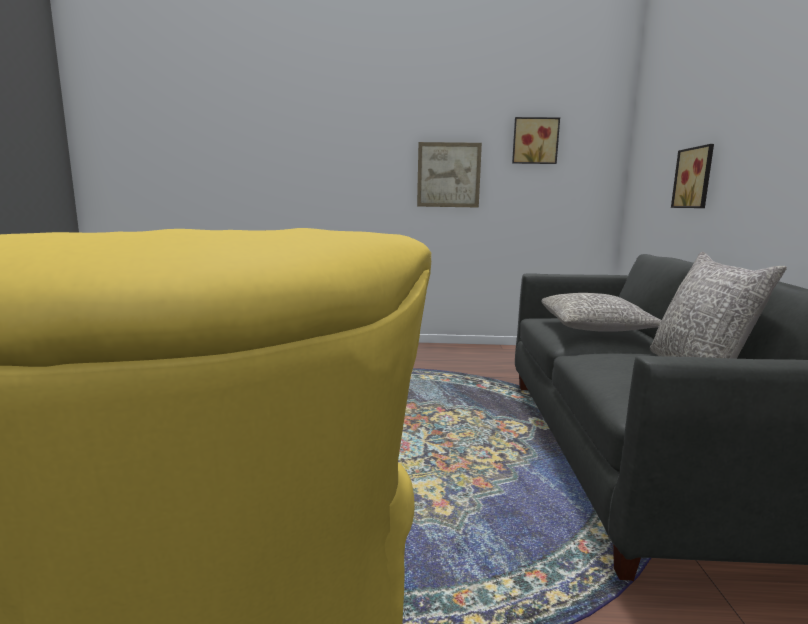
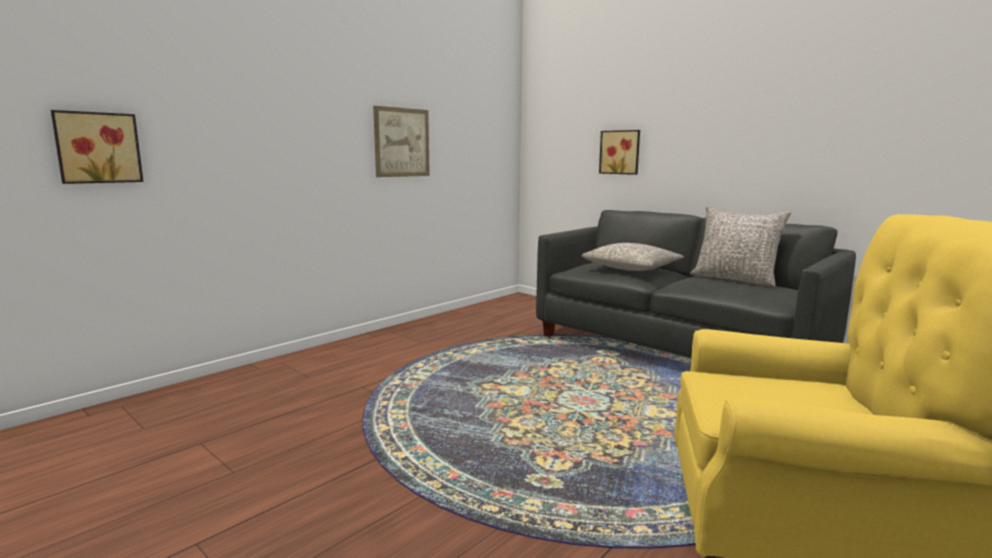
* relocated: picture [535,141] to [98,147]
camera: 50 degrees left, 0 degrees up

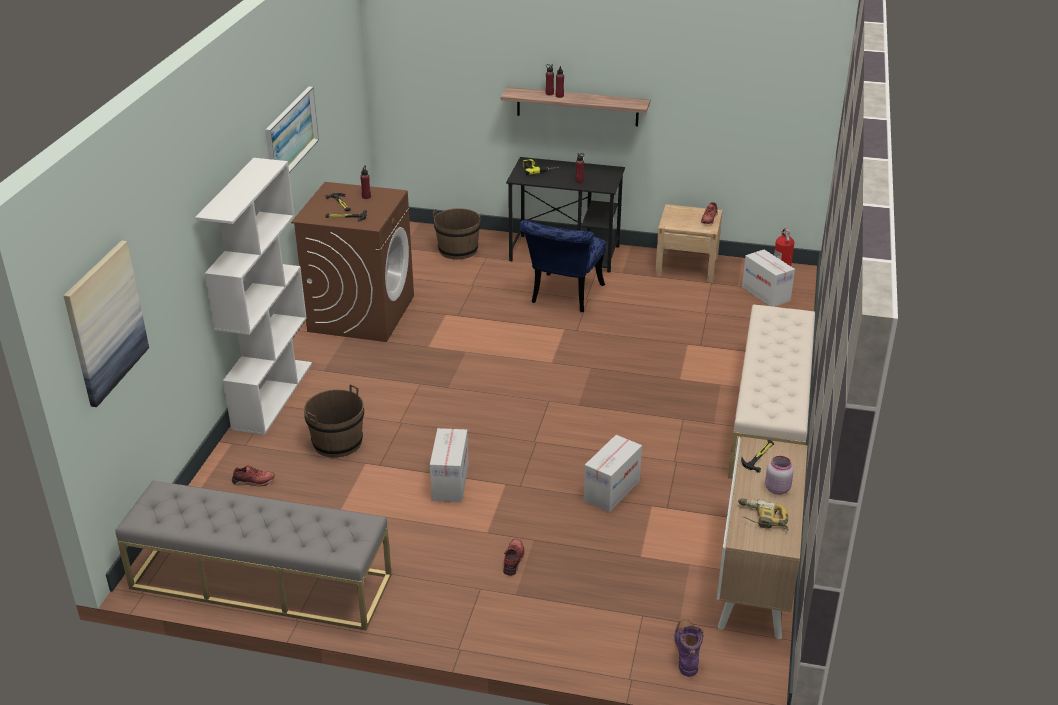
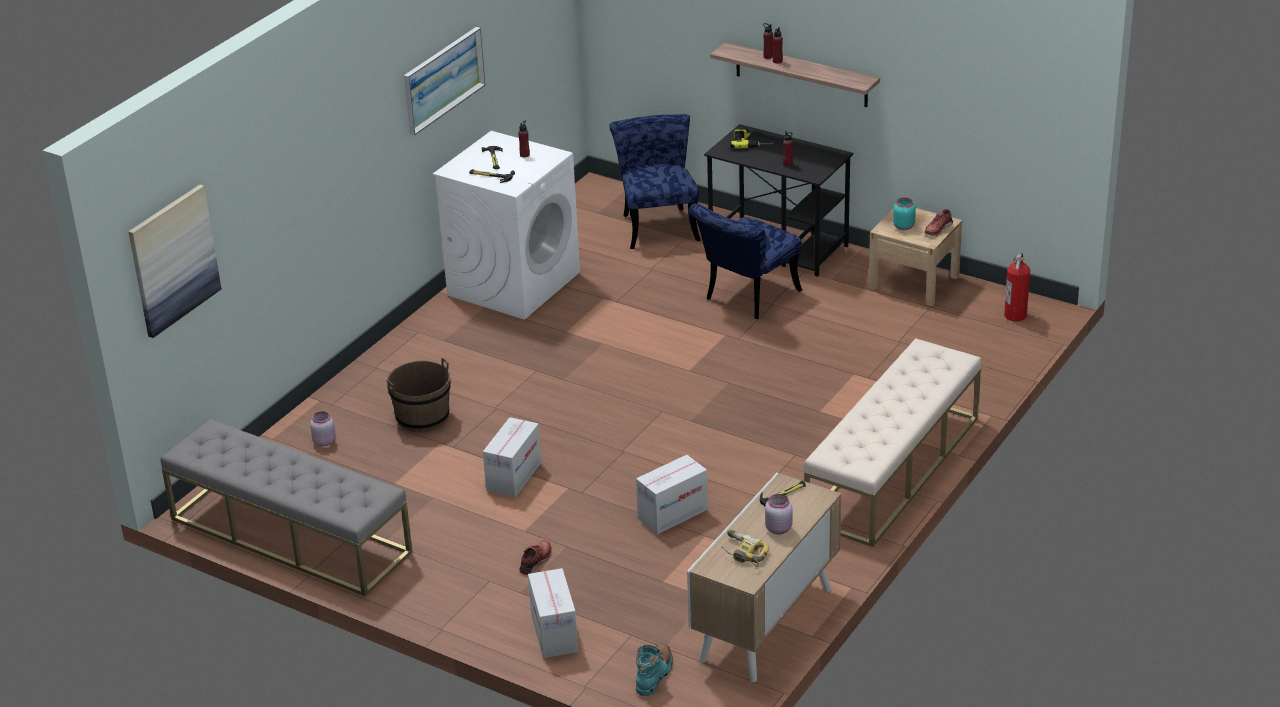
* missing: white bookcase [272,395]
* colour: brown washing machine [361,313] to white washing machine [514,283]
* exchanged: brown bucket [458,250] to blue chair [658,224]
* relocated: cardboard box [766,294] to [554,633]
* exchanged: red shoe [253,481] to pink jar [324,441]
* colour: purple boot [687,652] to turquoise boot [654,675]
* appeared: turquoise jar [904,226]
camera: 20 degrees right, 0 degrees up

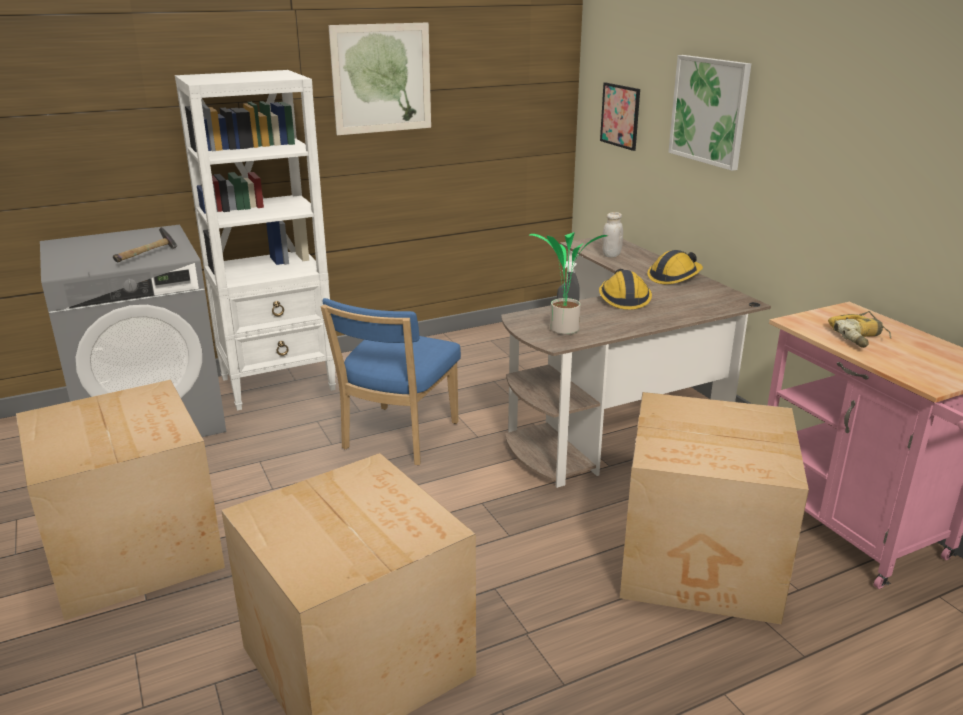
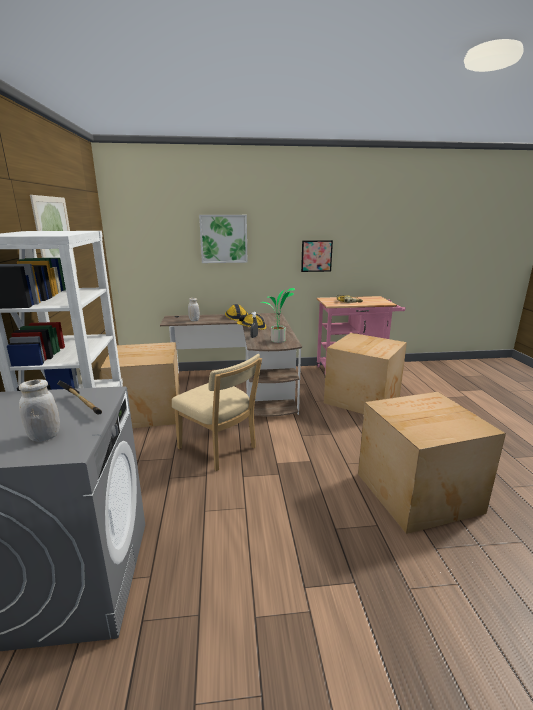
* relocated: picture [620,116] to [316,256]
* colour: blue chair [397,438] to beige chair [219,449]
* relocated: cardboard box [136,548] to [147,411]
* appeared: white jar [44,436]
camera: 70 degrees left, 5 degrees down

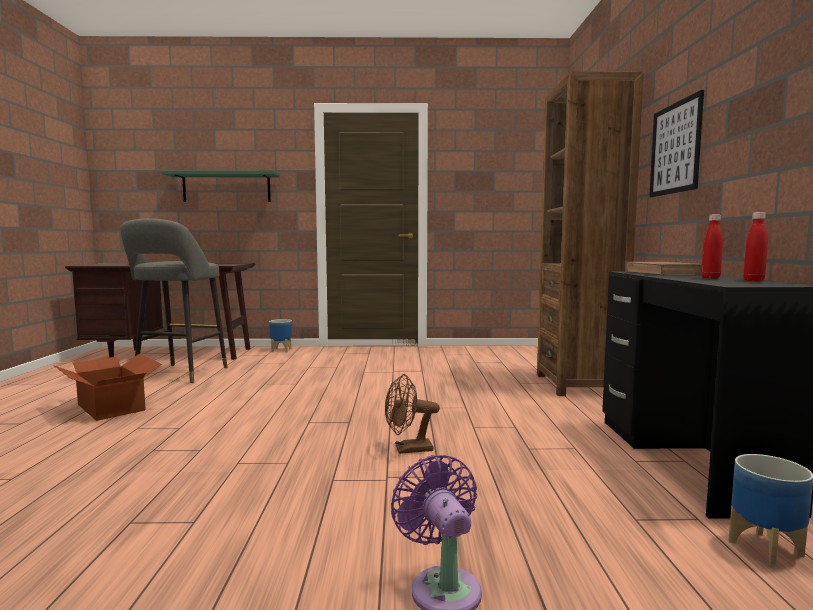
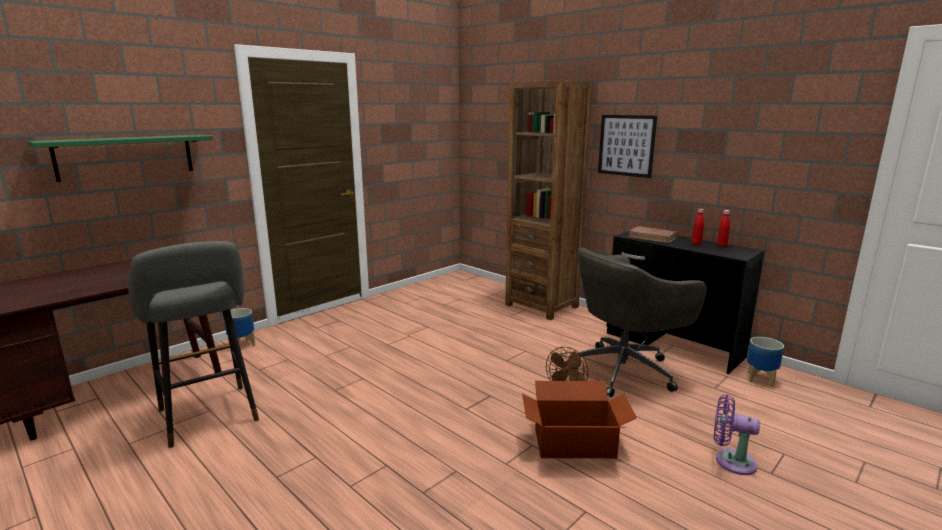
* relocated: cardboard box [111,407] to [573,443]
* appeared: grey office chair [624,370]
camera: 45 degrees left, 10 degrees up

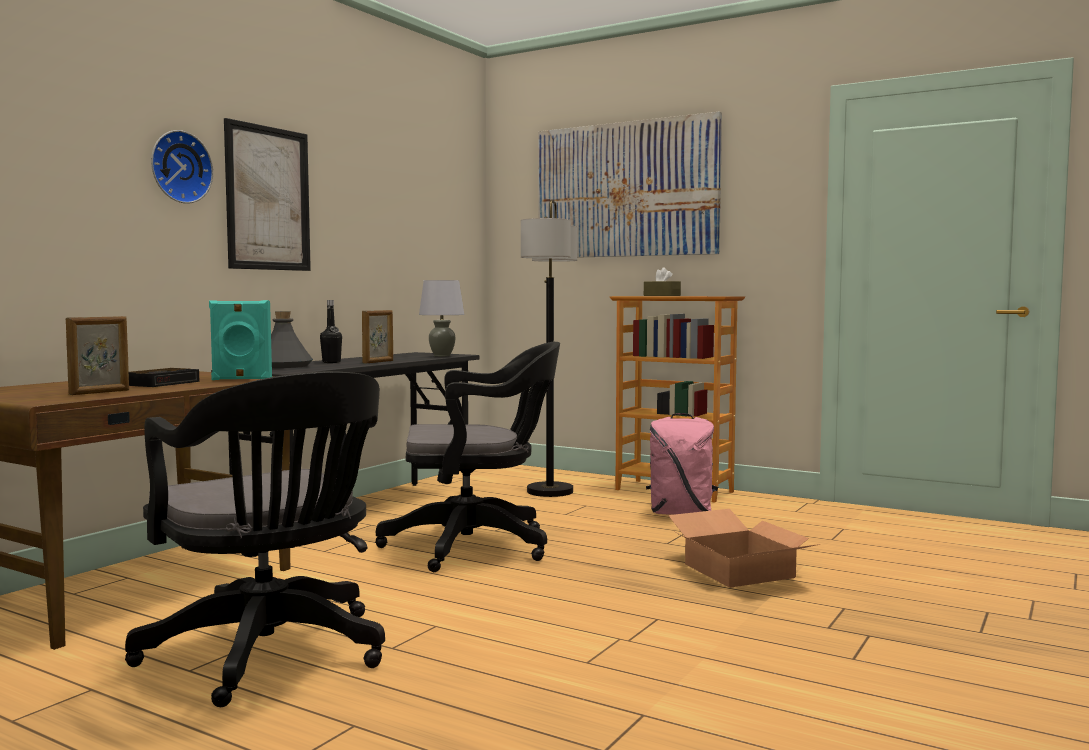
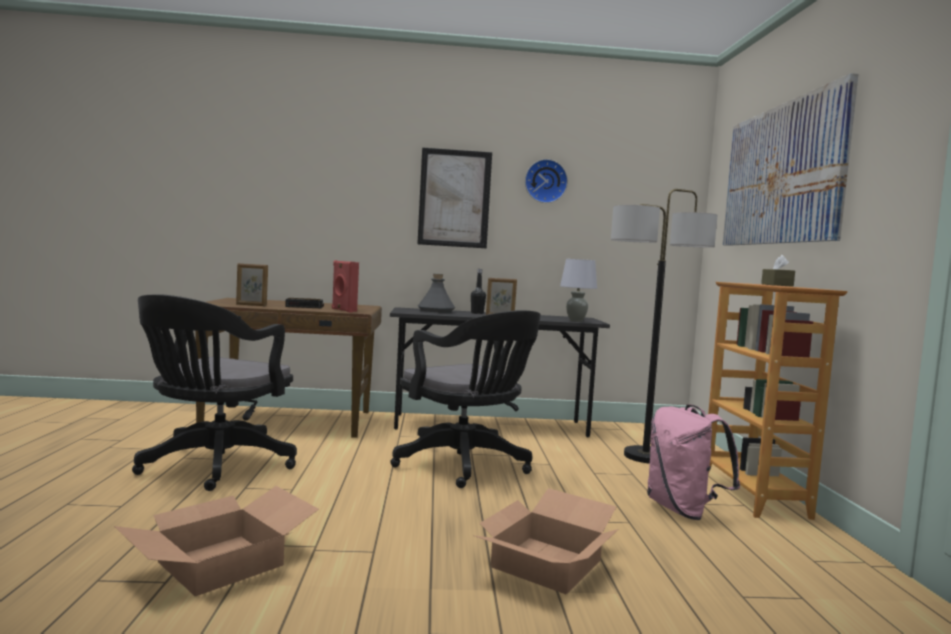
* relocated: wall clock [179,167] to [545,181]
* colour: turquoise speaker [241,379] to red speaker [343,310]
* appeared: cardboard box [221,562]
camera: 55 degrees right, 0 degrees up

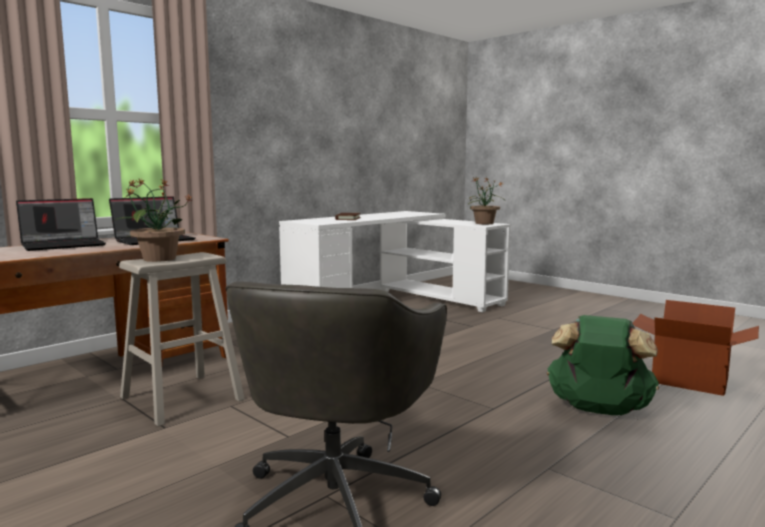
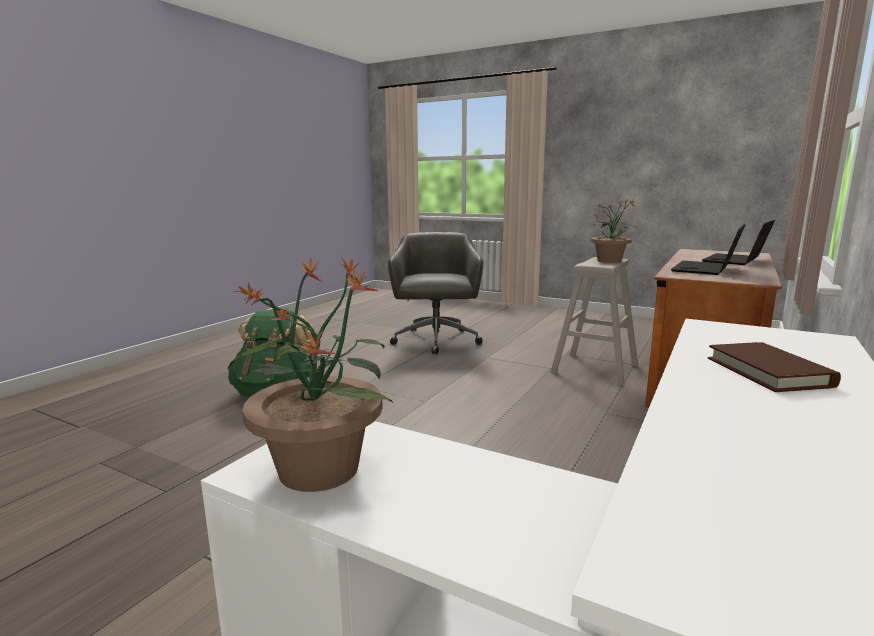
* missing: cardboard box [689,381]
camera: 165 degrees right, 5 degrees up

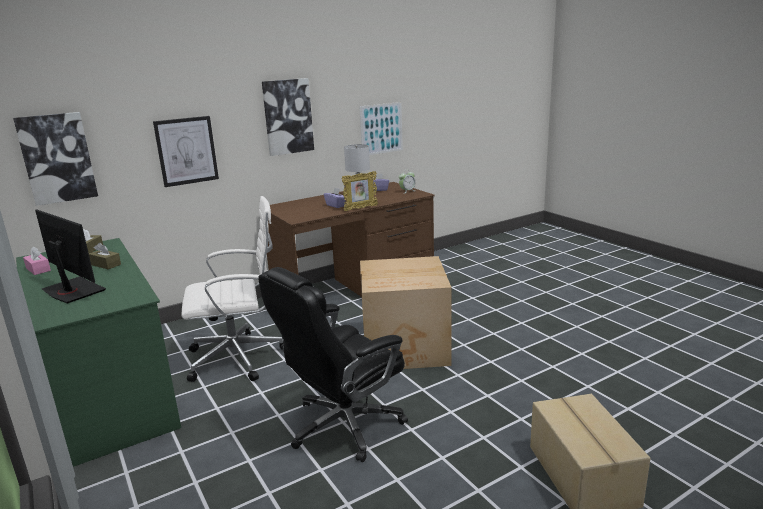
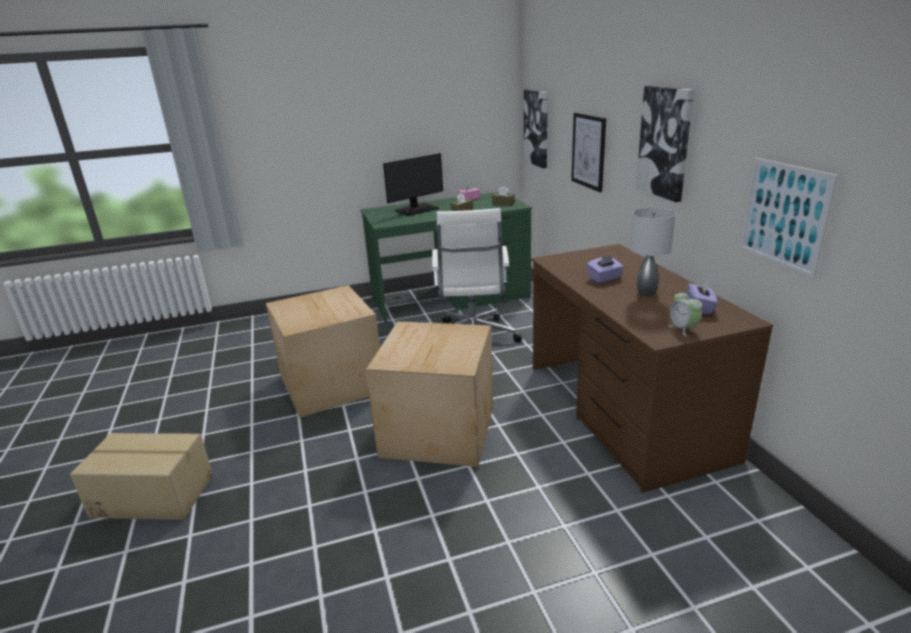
* missing: picture frame [360,208]
* exchanged: black office chair [343,425] to cardboard box [332,383]
camera: 105 degrees right, 5 degrees up

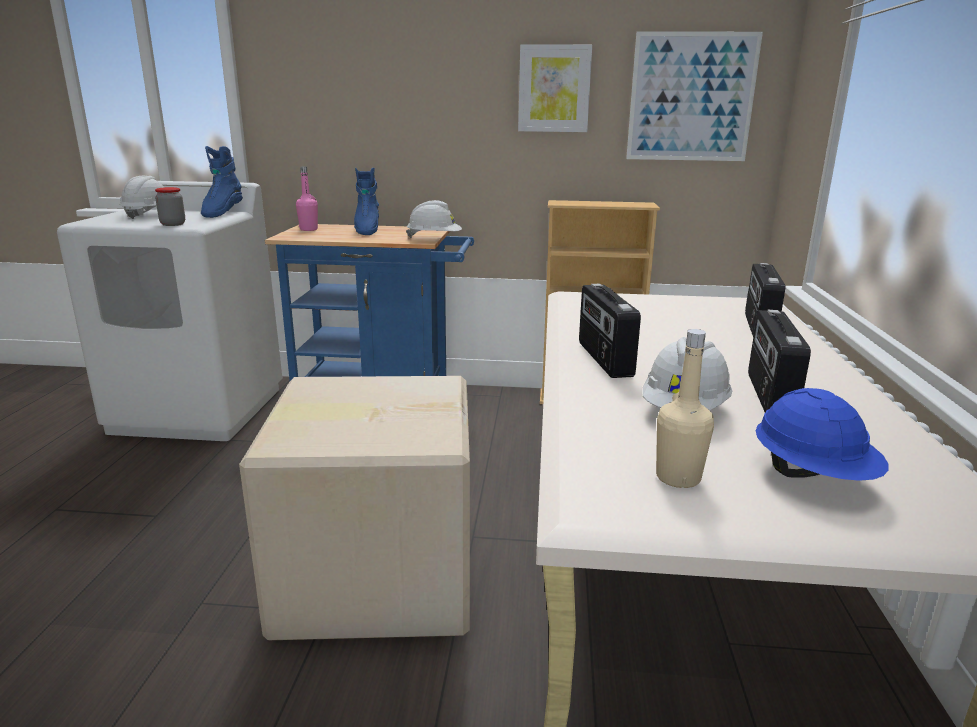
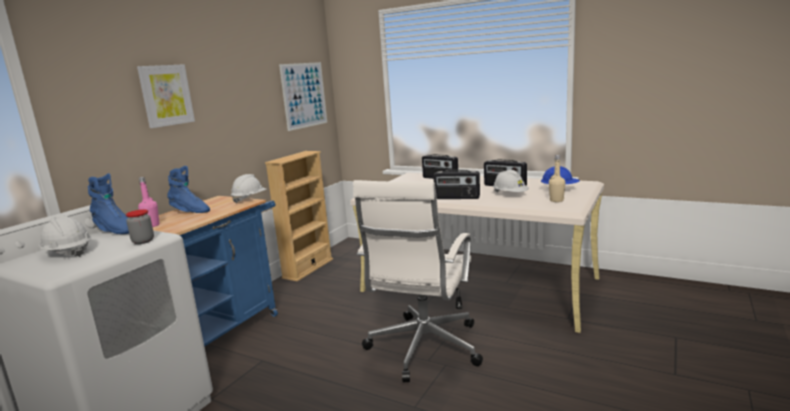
* relocated: picture [554,89] to [166,95]
* exchanged: cardboard box [374,574] to white office chair [423,348]
camera: 65 degrees left, 5 degrees down

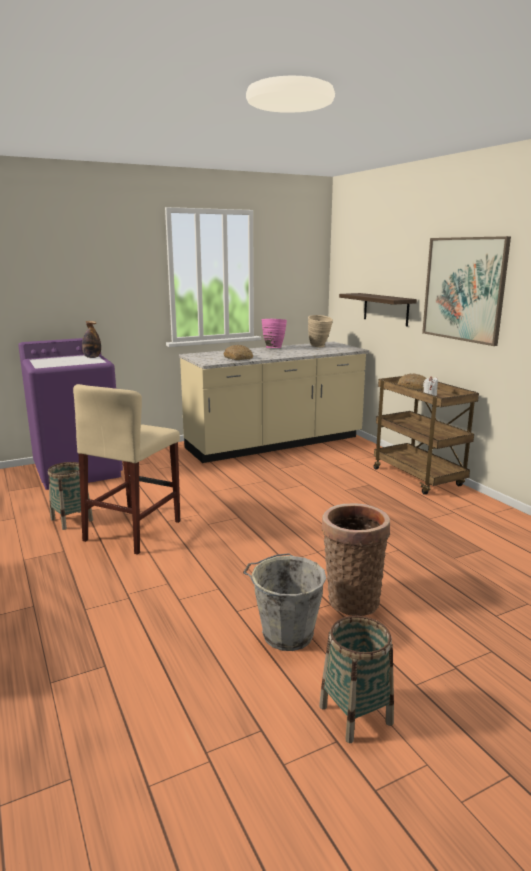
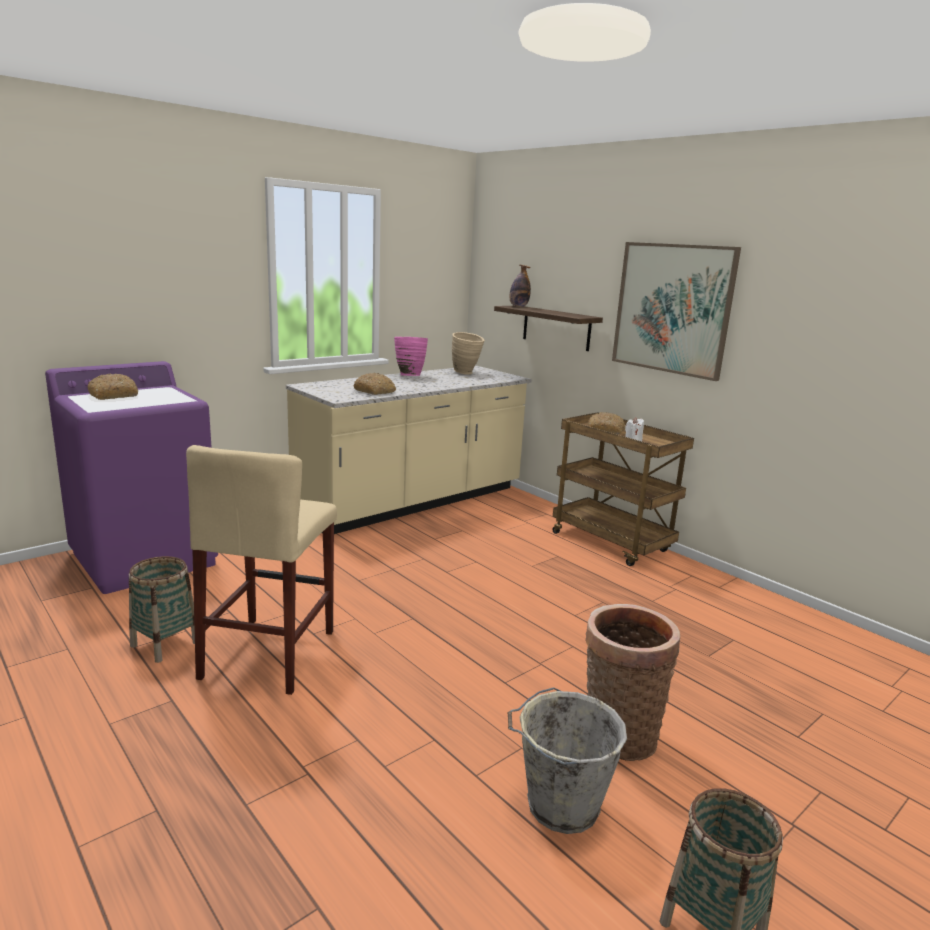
* relocated: bottle [92,357] to [518,306]
* appeared: bread [114,395]
camera: 15 degrees left, 0 degrees up

